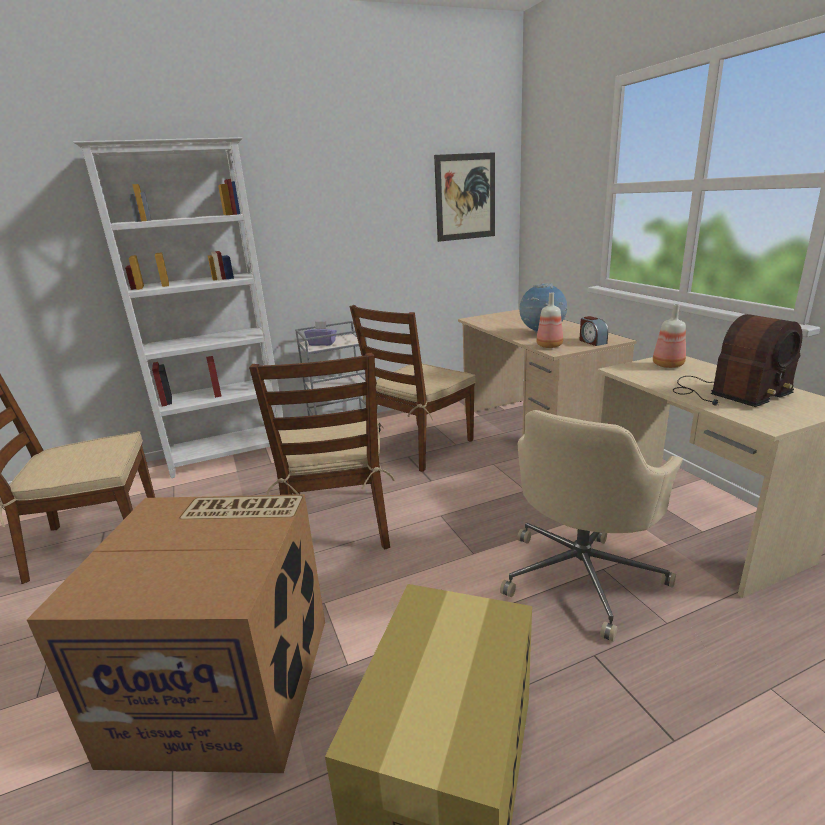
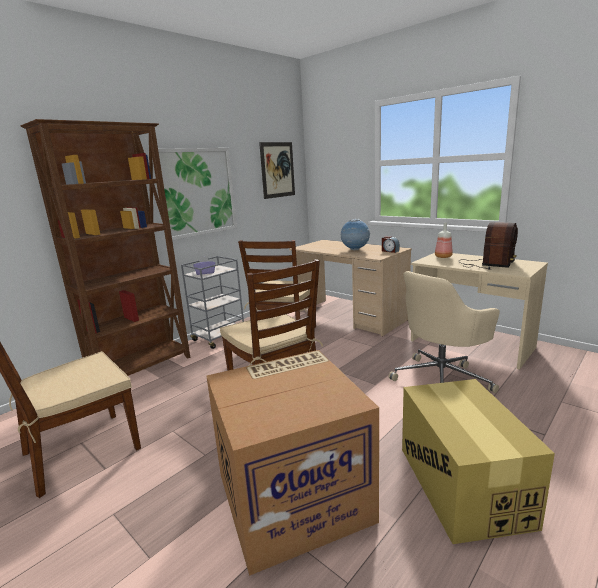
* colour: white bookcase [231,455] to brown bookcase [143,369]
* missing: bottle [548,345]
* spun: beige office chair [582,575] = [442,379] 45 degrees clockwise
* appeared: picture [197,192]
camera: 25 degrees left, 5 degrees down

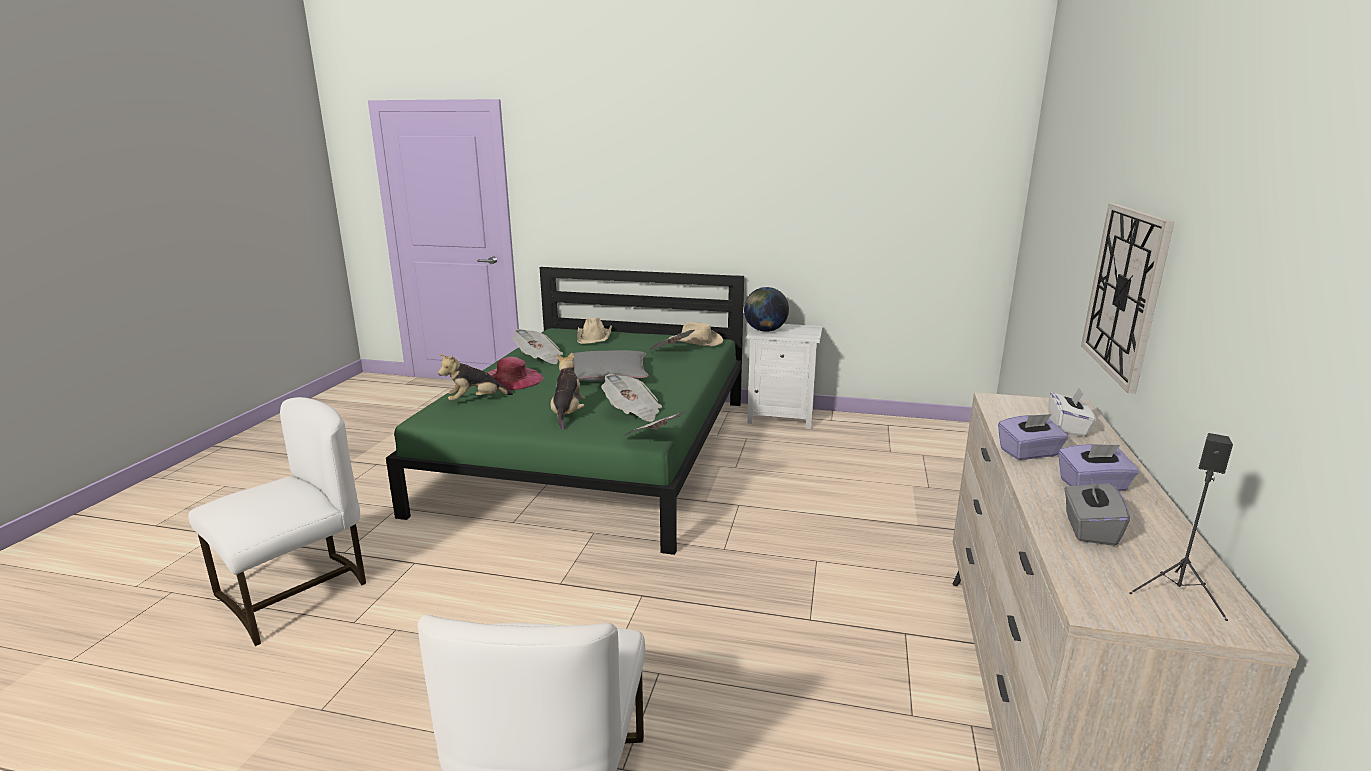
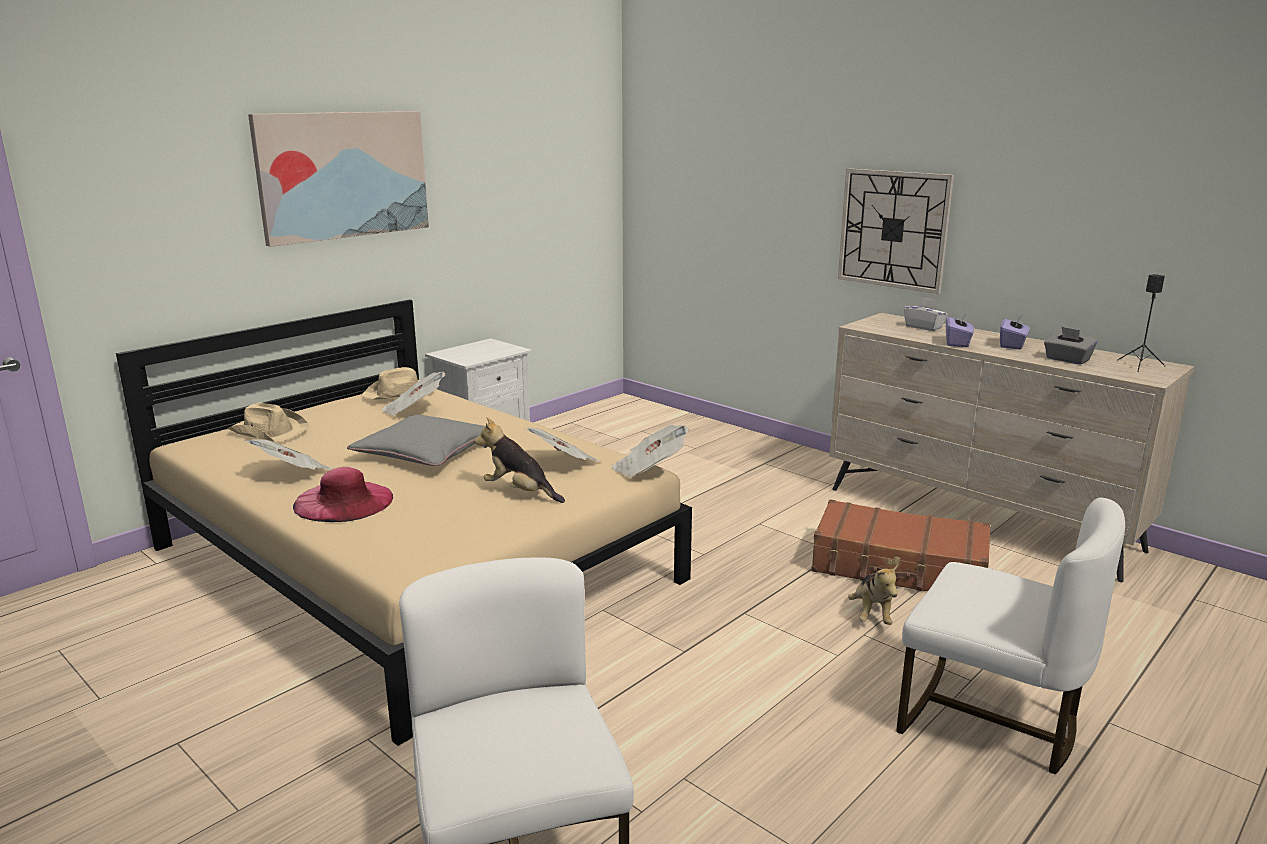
* colour: green bed [598,451] to beige bed [414,562]
* missing: globe [765,330]
* relocated: plush toy [475,401] to [871,614]
* appeared: picture [343,175]
* appeared: brown suitcase [899,567]
camera: 60 degrees left, 0 degrees up

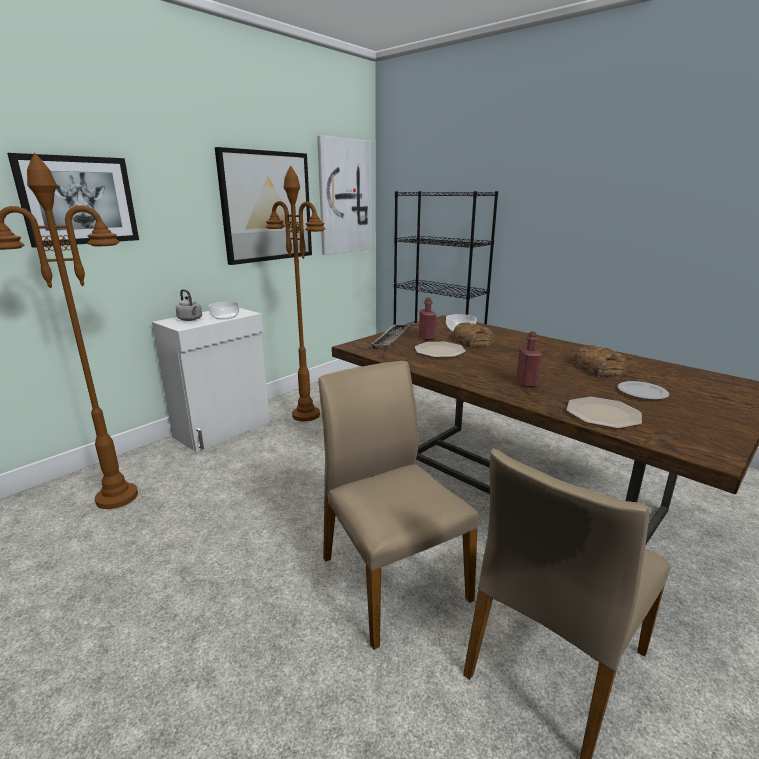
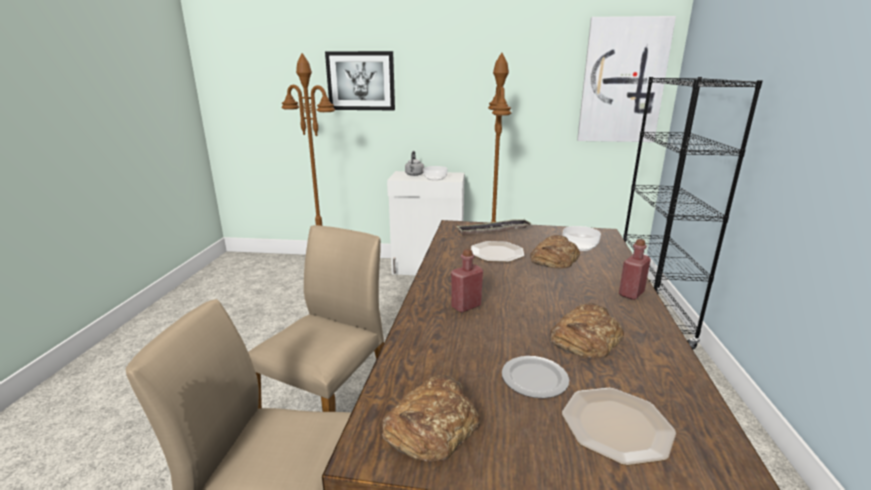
* missing: picture [267,207]
* relocated: red bottle [426,337] to [631,293]
* relocated: plate [602,414] to [616,425]
* appeared: bread [431,426]
camera: 55 degrees right, 0 degrees up

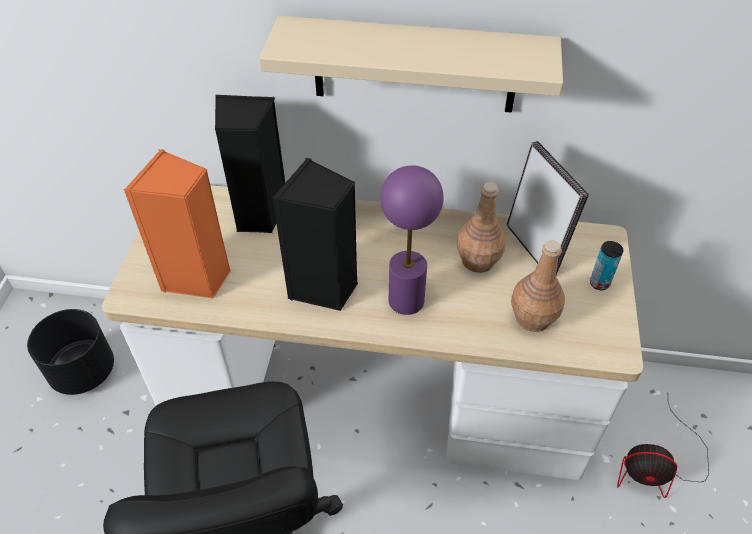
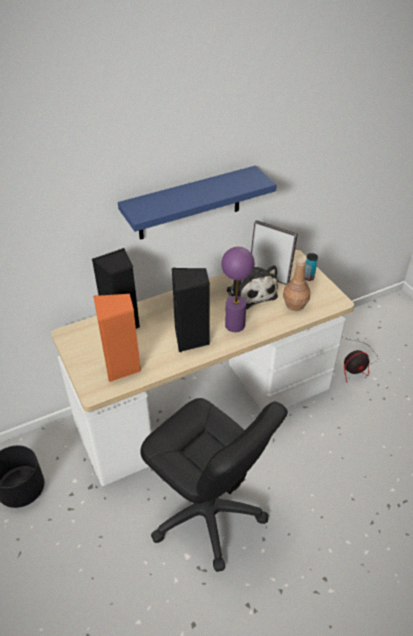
* colour: beige shelf [414,65] to blue shelf [189,204]
* exchanged: brown bottle [478,260] to plush toy [250,292]
camera: 35 degrees left, 5 degrees down

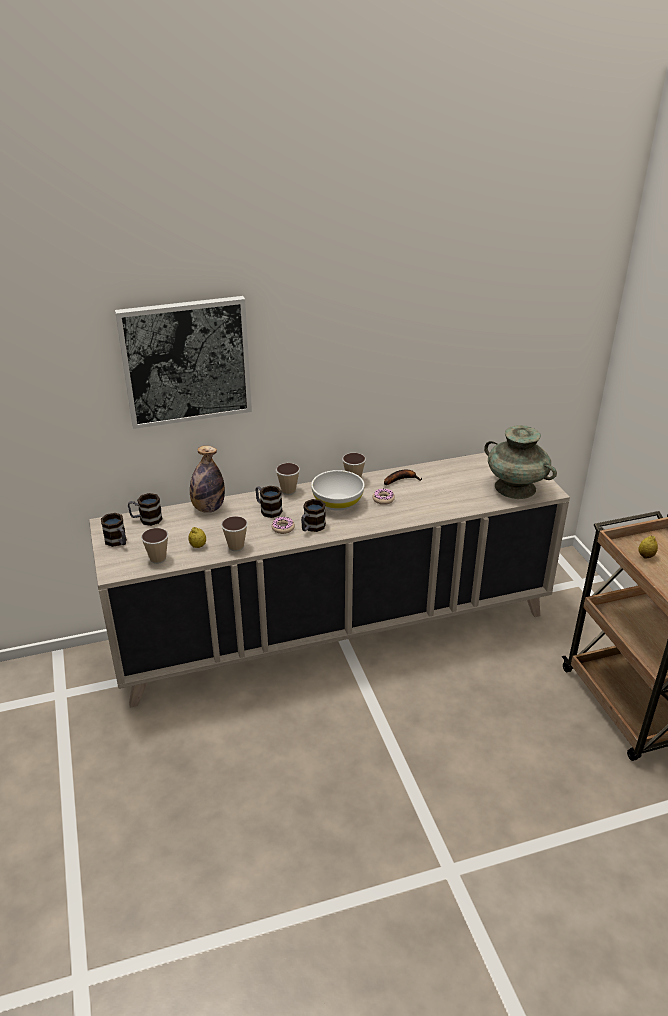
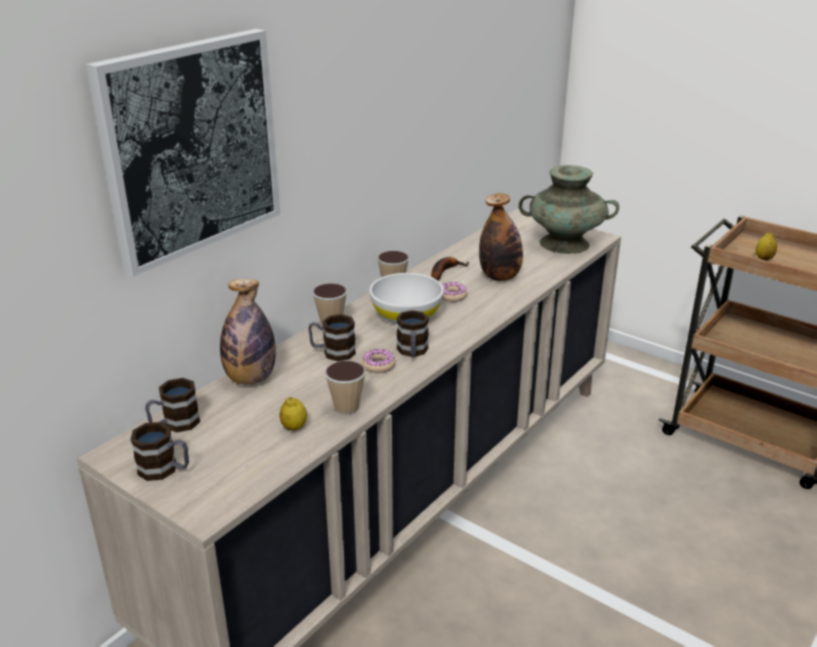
* missing: cup [158,558]
* appeared: bottle [500,277]
camera: 35 degrees left, 5 degrees down

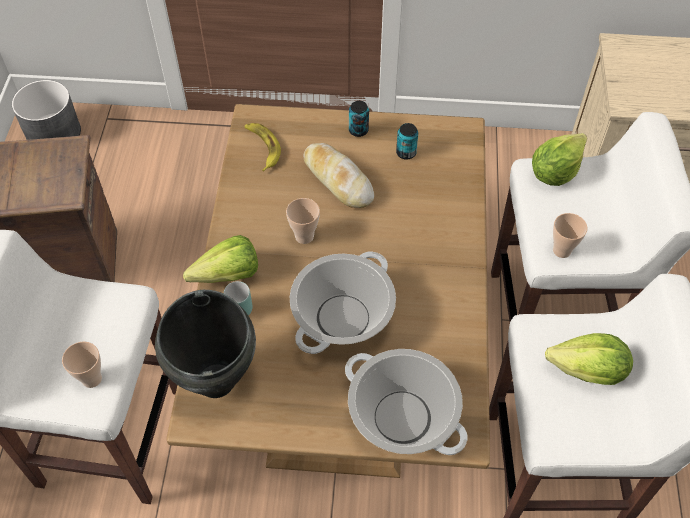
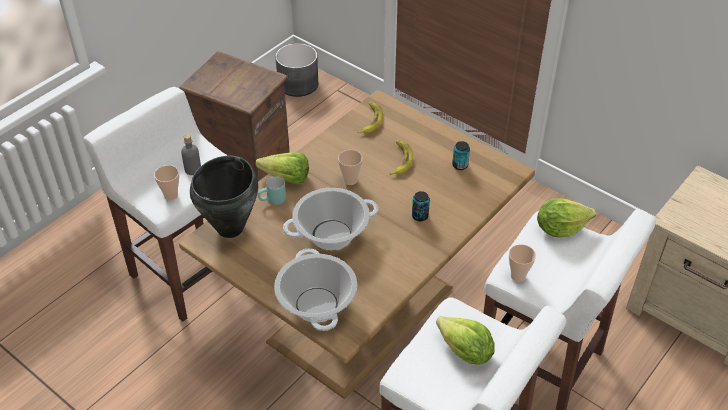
* relocated: can [358,130] to [420,216]
* exchanged: bread [338,180] to banana [400,160]
* appeared: grey bottle [193,169]
camera: 35 degrees right, 10 degrees down

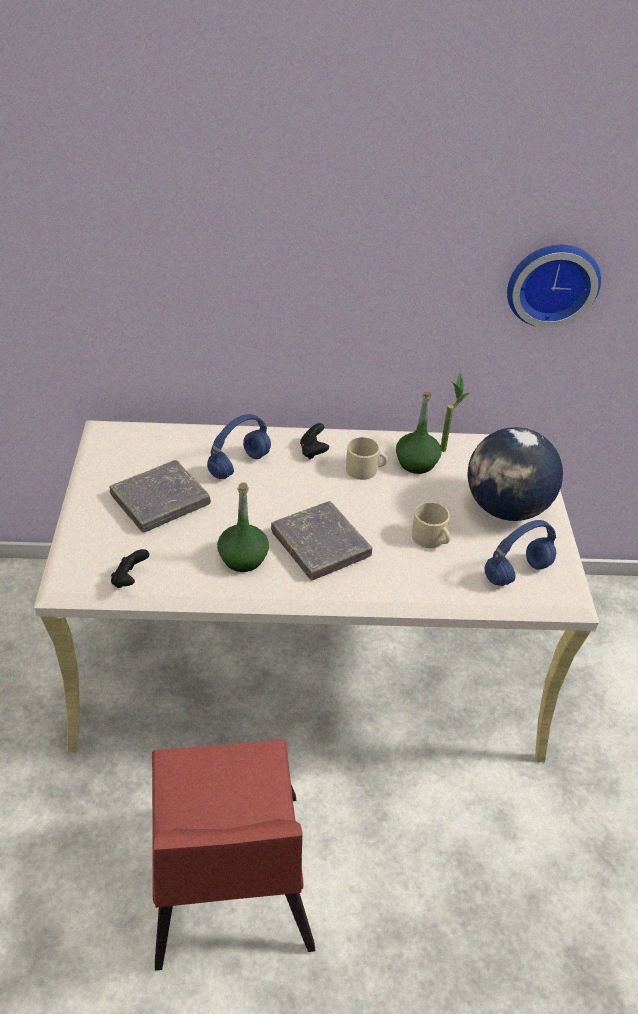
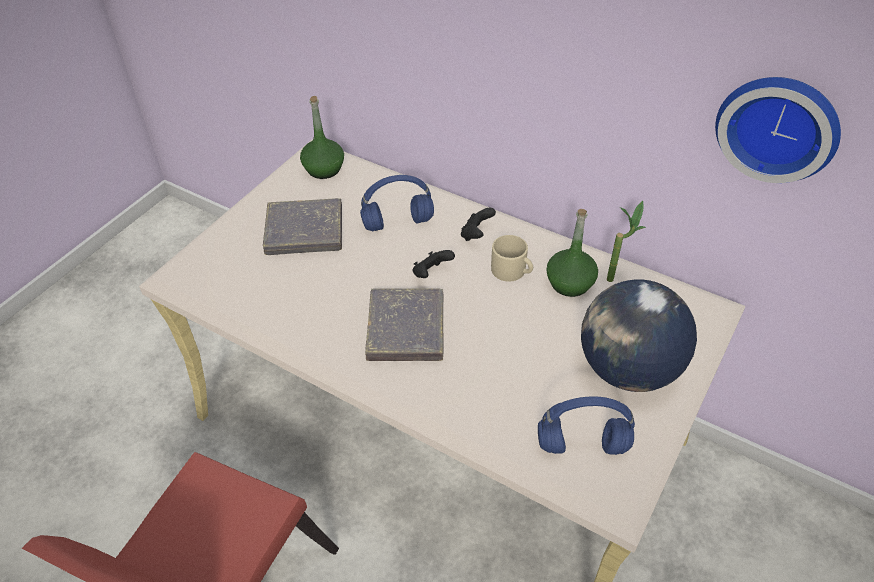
* relocated: green bottle [243,559] to [324,169]
* missing: beige mug [431,539]
* relocated: black game controller [129,579] to [431,273]
camera: 35 degrees right, 5 degrees up

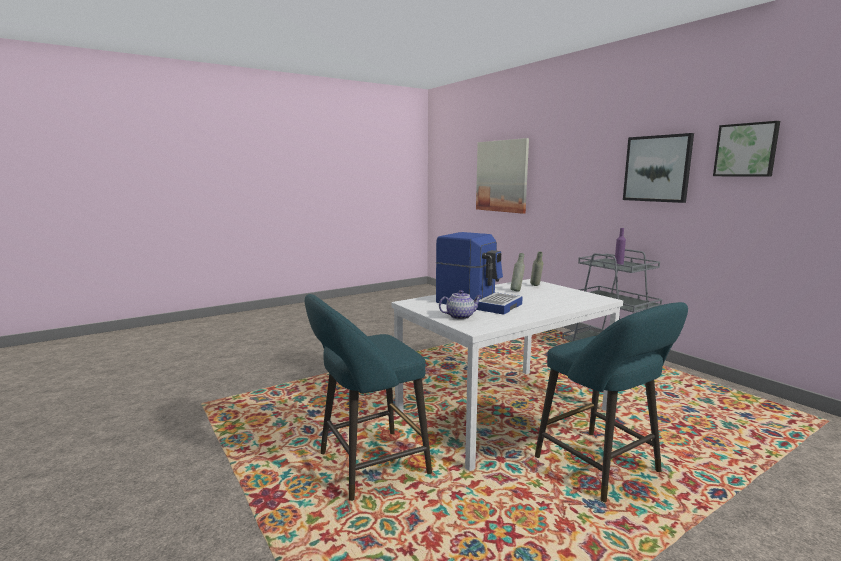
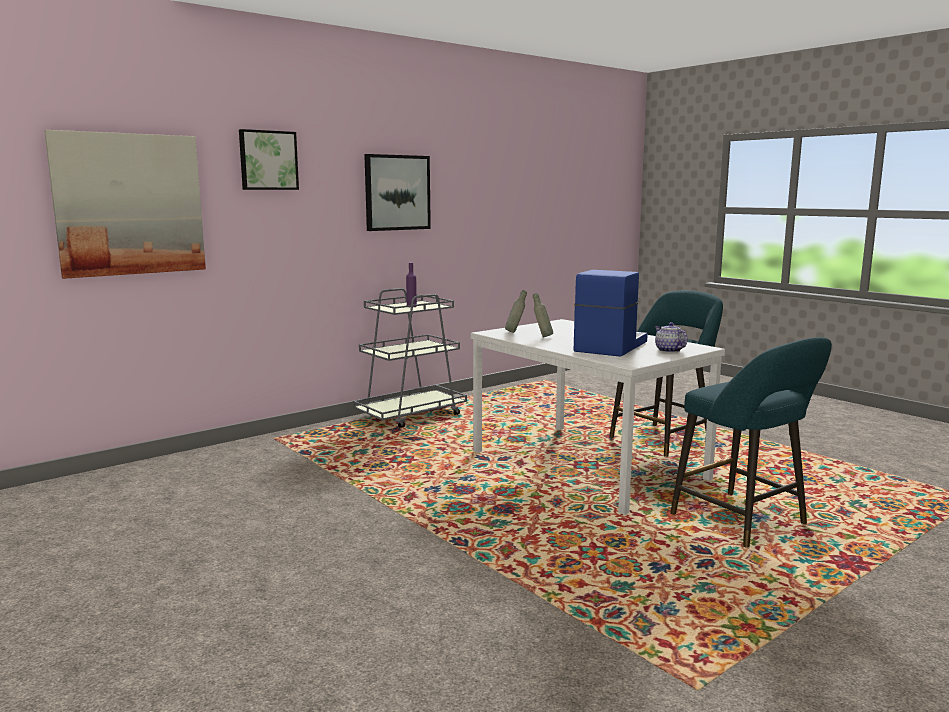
* relocated: picture [746,150] to [268,160]
camera: 95 degrees left, 0 degrees up

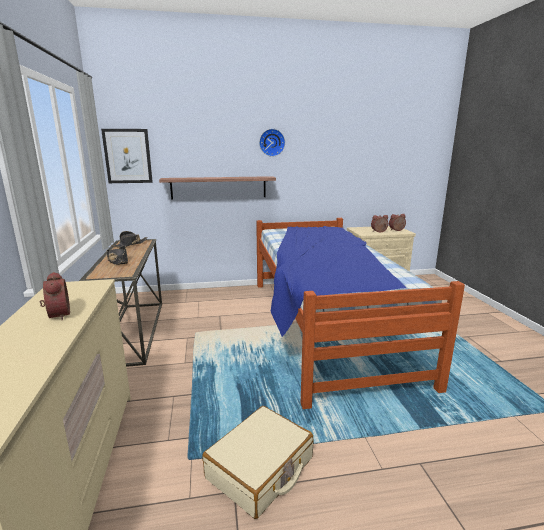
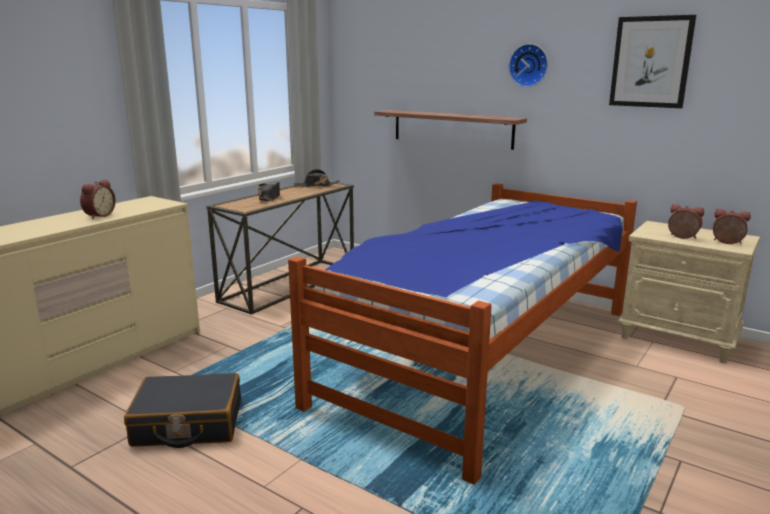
* relocated: picture [128,156] to [651,62]
* colour: beige suitcase [260,469] to black suitcase [188,424]
camera: 45 degrees right, 0 degrees up

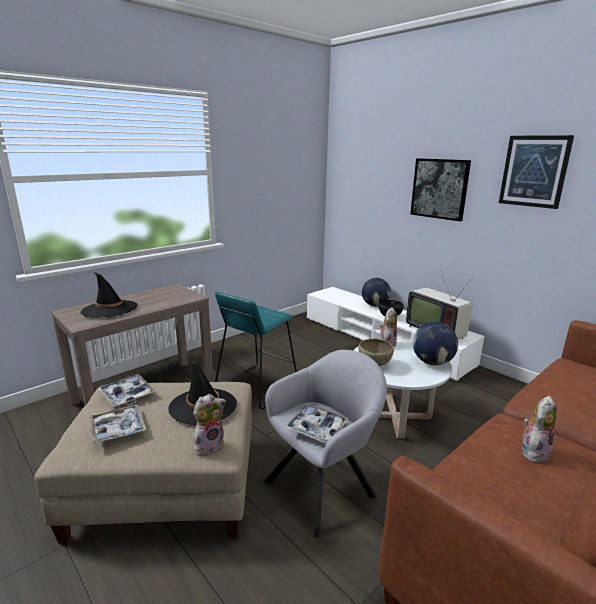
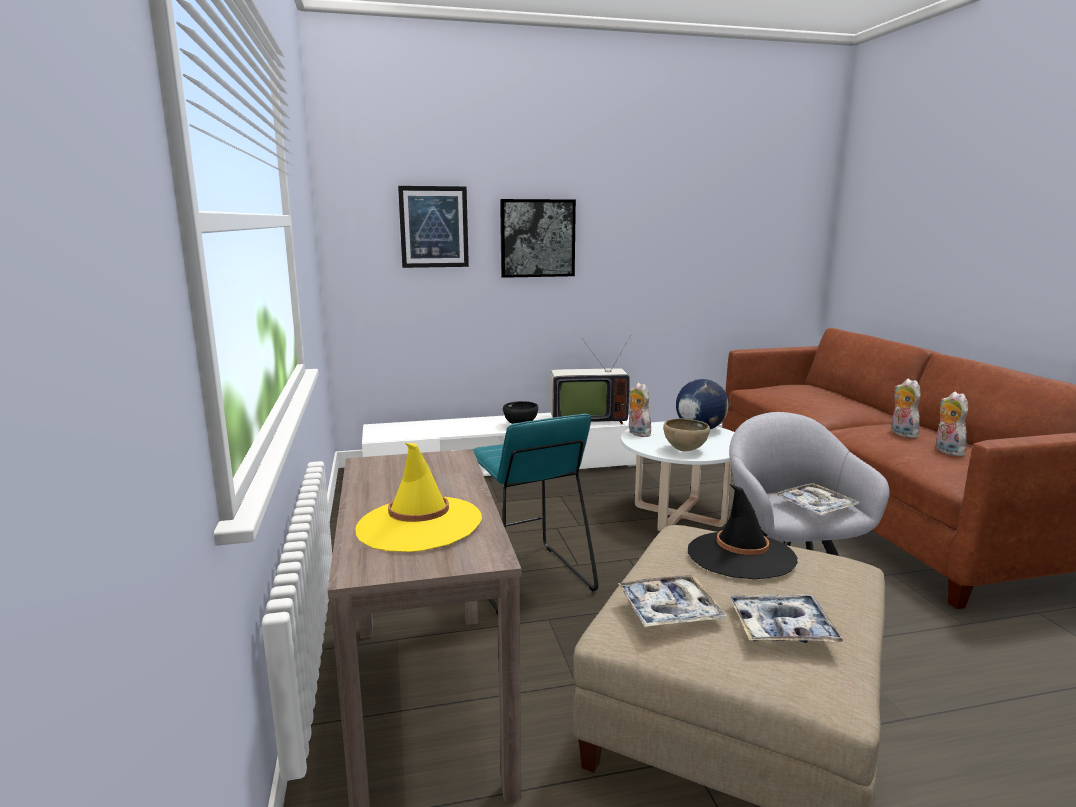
* relocated: picture [534,171] to [434,227]
* colour: black hat [109,309] to yellow hat [419,524]
* missing: globe [375,305]
* relocated: plush toy [209,446] to [946,451]
camera: 60 degrees left, 5 degrees down

